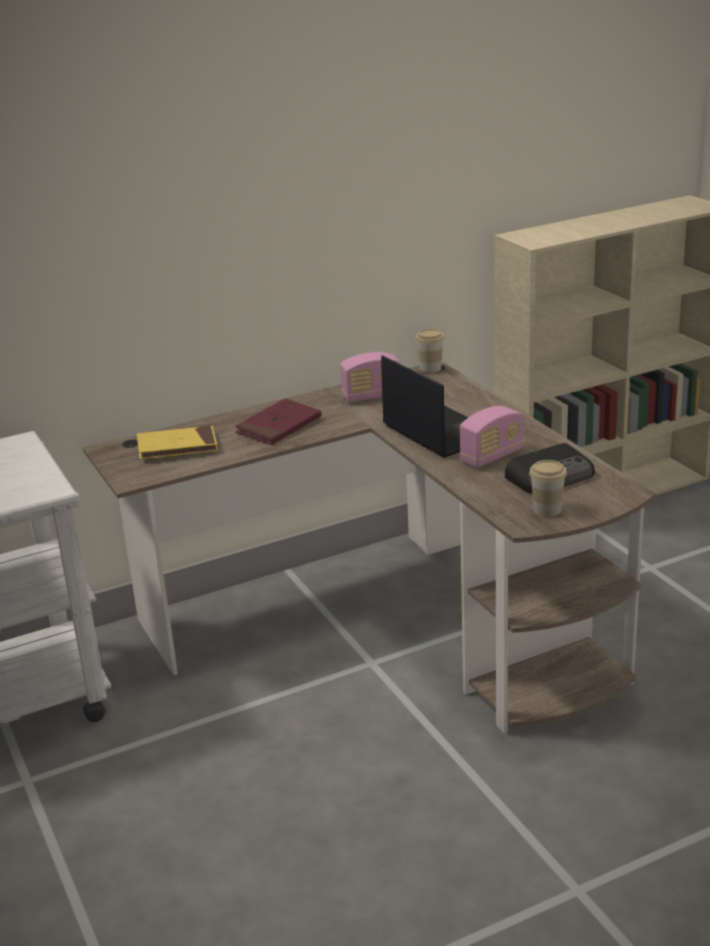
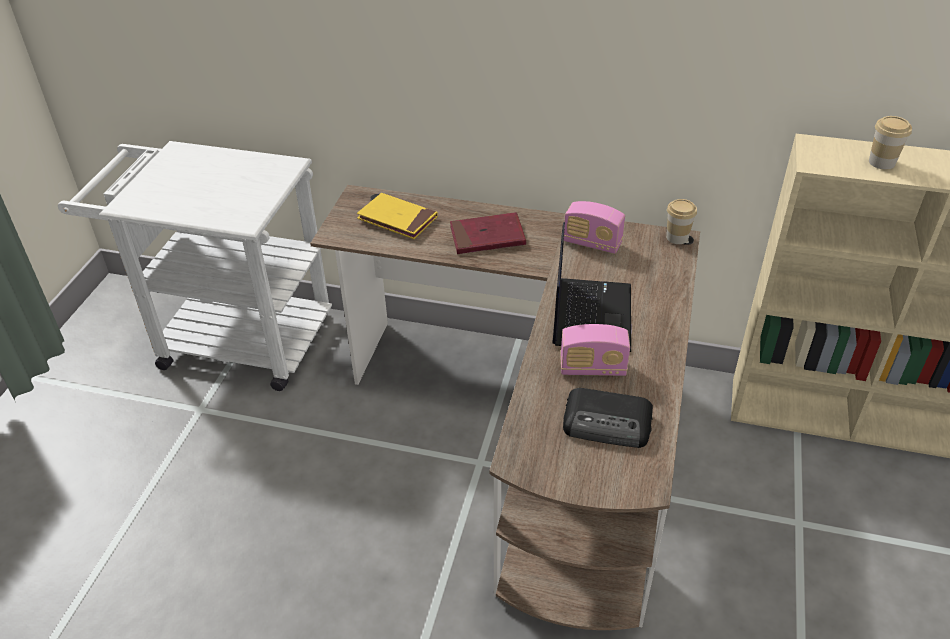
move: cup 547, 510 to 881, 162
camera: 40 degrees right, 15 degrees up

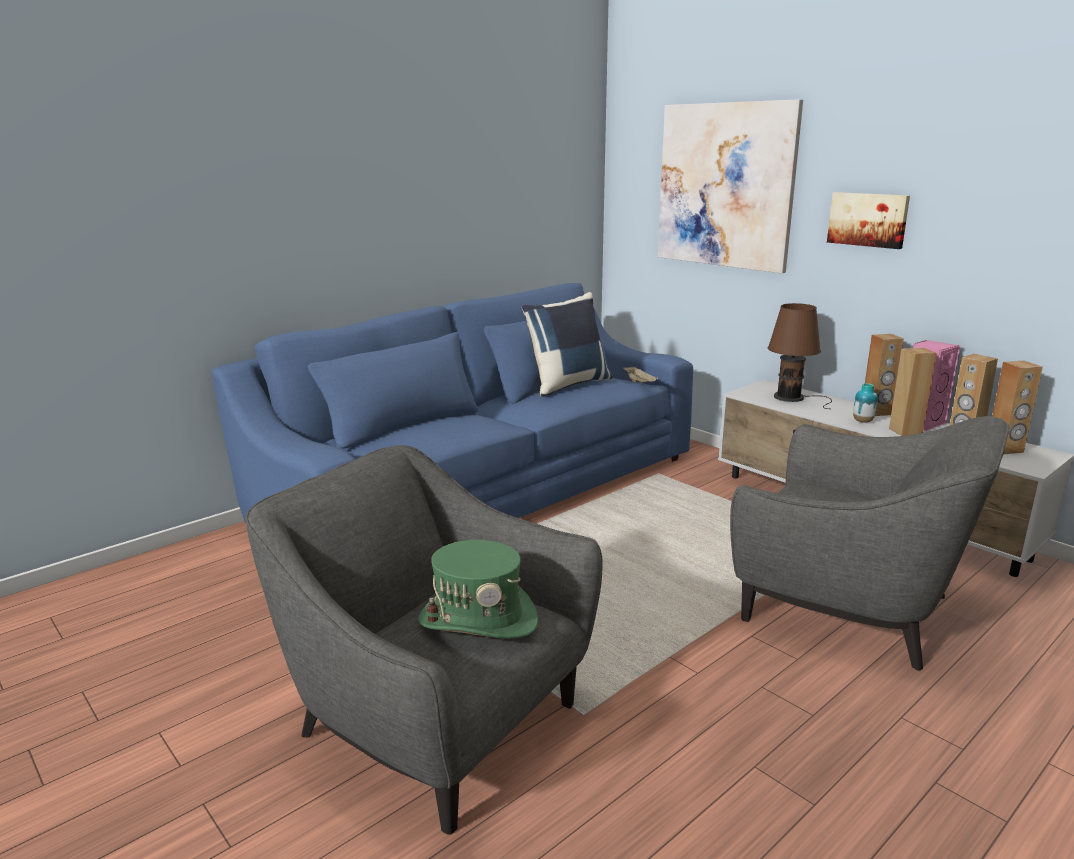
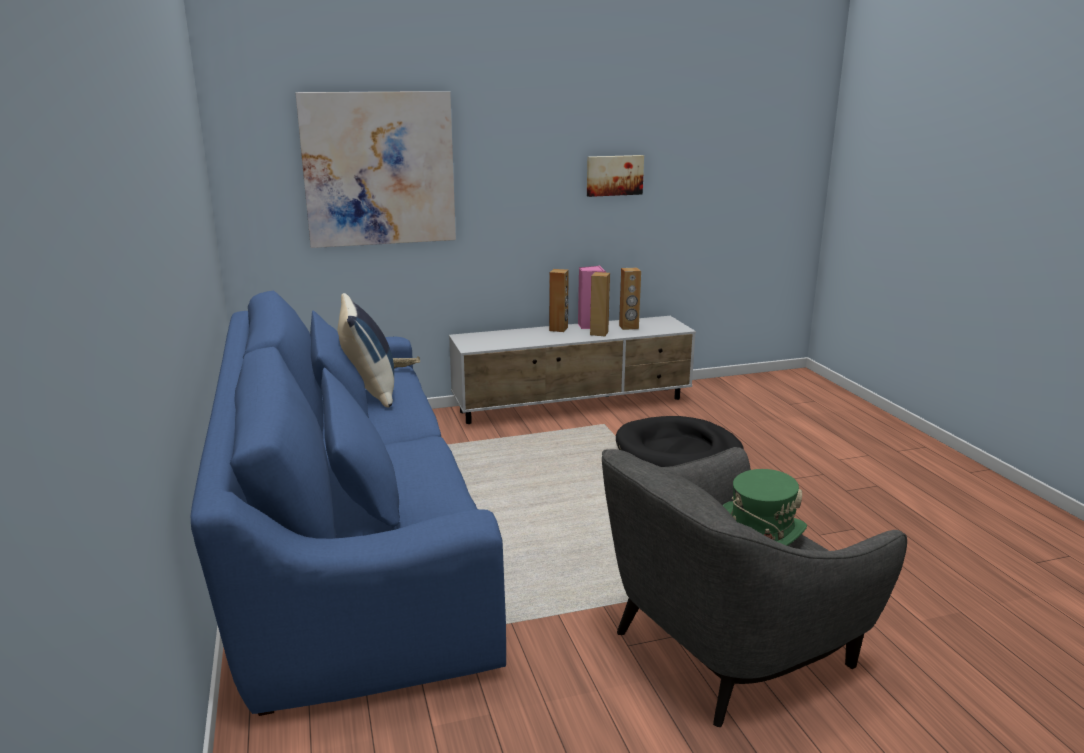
delete: brown_table_lamp 792, 398; vase 862, 421; brown_speaker 1004, 449
move: picture 868, 219 to 614, 175
replace: grey_armchair 848, 607 to black_dog_bed 678, 451
camera: 65 degrees left, 0 degrees up

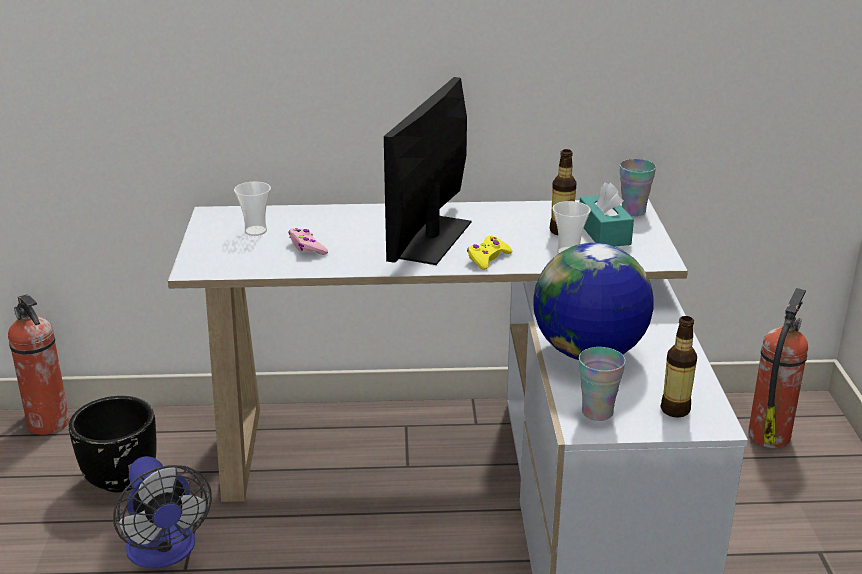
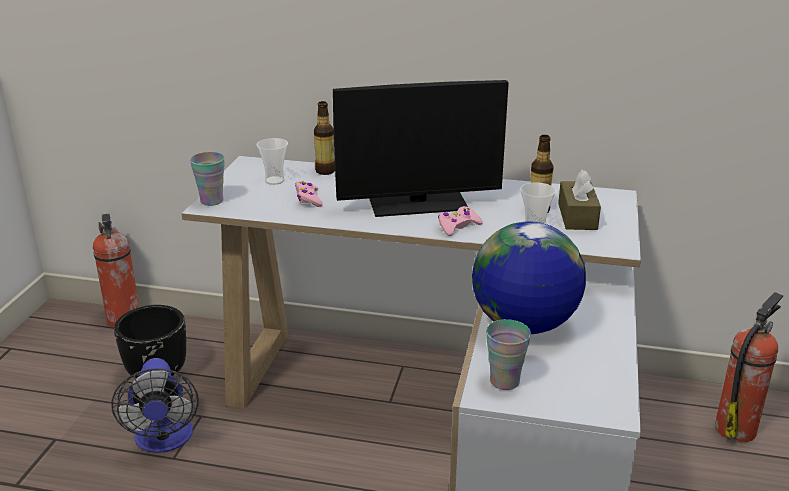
move: cup 633, 211 to 212, 201; bottle 675, 409 to 325, 171
recolor: yellow_game_controller 487, 258 to pink_game_controller 458, 226; turquoise_tissue_box 604, 233 to brown_tissue_box 577, 216
rotate: monitor 432, 239 = 418, 204 135 degrees counterclockwise
camera: 15 degrees right, 0 degrees up

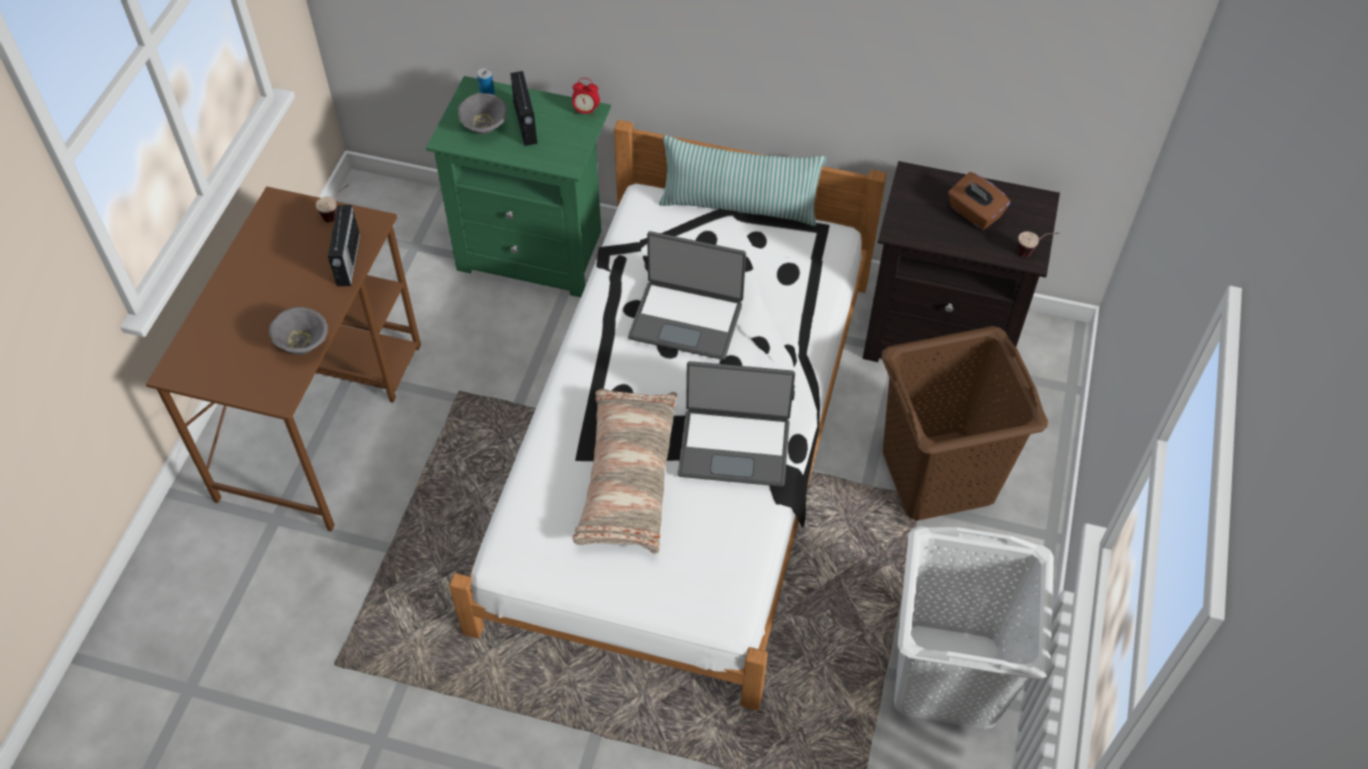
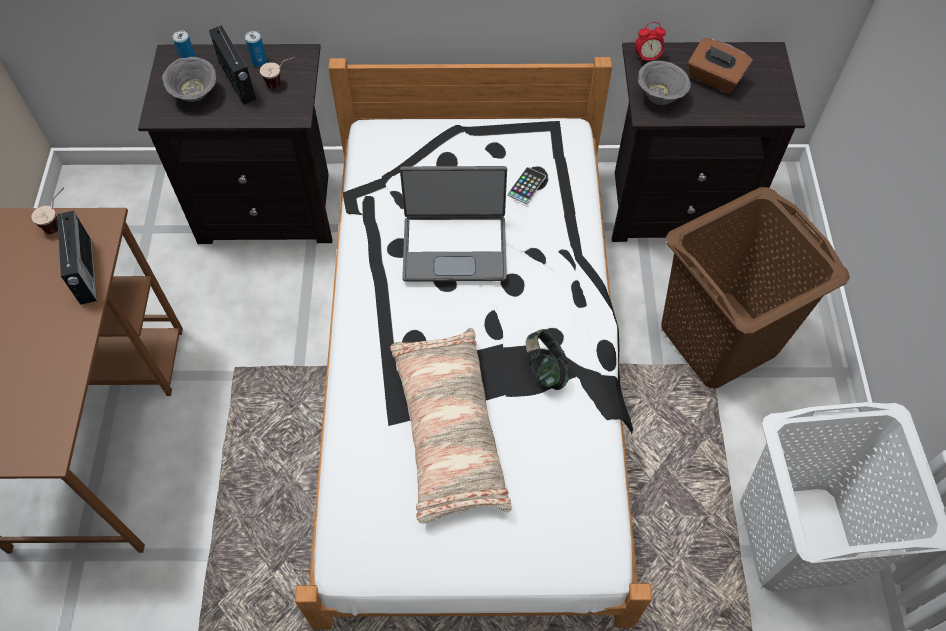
delete: pillow 739, 207
insert: can 259, 61; phone 526, 186
move: grey_bowl 303, 344 to 659, 96; alarm_clock 586, 111 to 647, 58; cup 1033, 253 to 282, 83
replace: laptop 734, 446 to headphones 546, 369
recolor: green_nightstand 536, 251 to black_nightstand 270, 206
camera: 15 degrees left, 5 degrees up

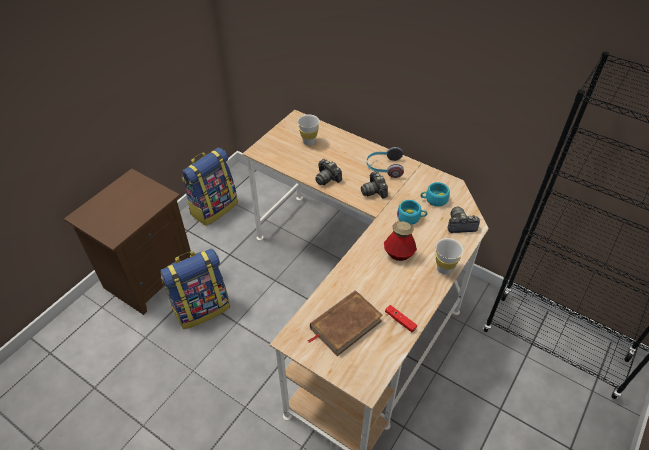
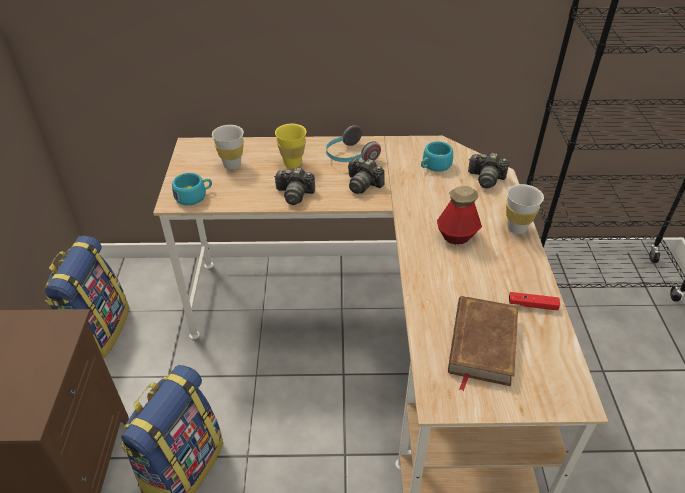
insert: yellow_cup 292, 164
move: turquoise_cup 411, 217 to 194, 196
rotate: photo_camera 460, 225 = 486, 178 120 degrees counterclockwise
camera: 35 degrees left, 5 degrees down

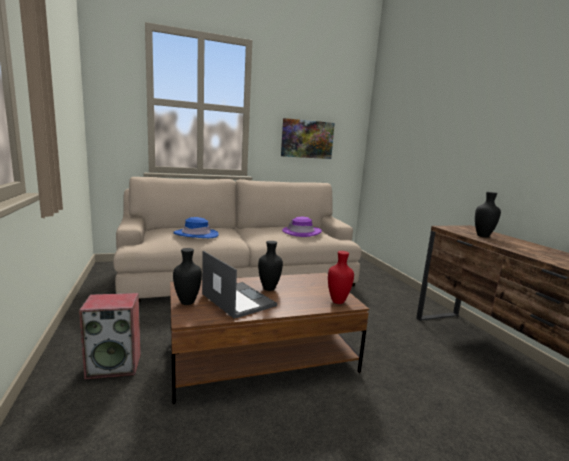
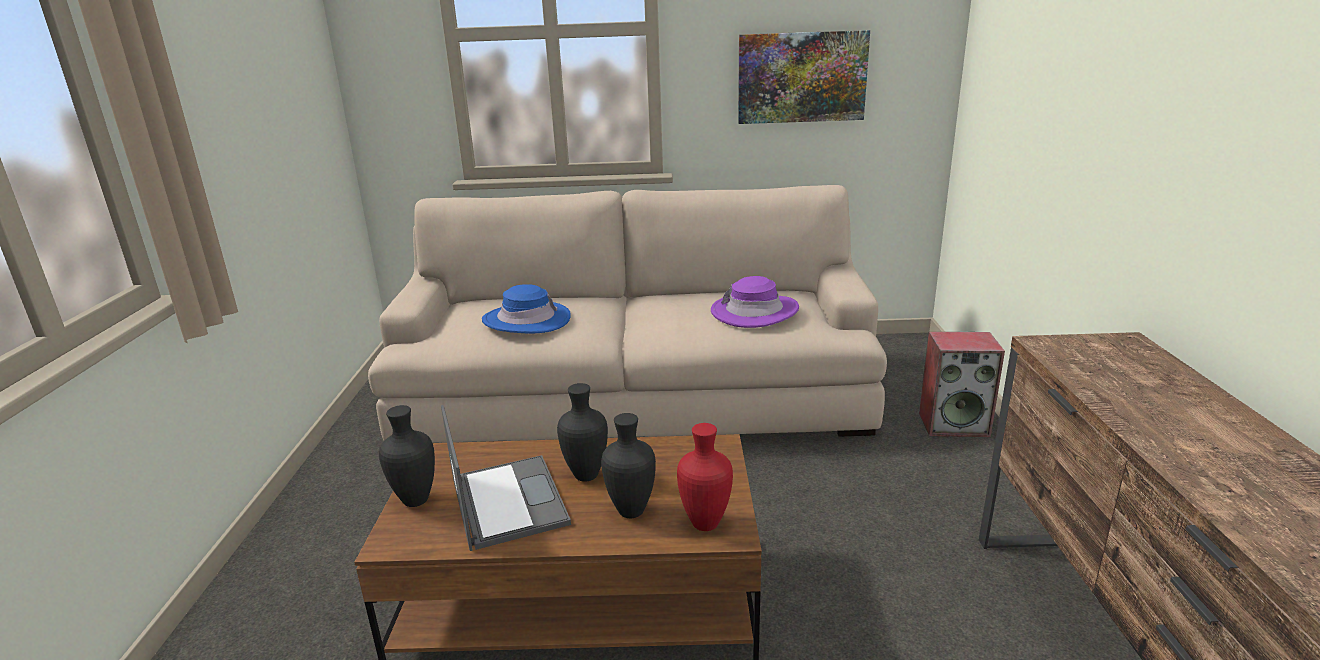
move: speaker 115, 365 to 954, 424; black_vase 482, 236 to 629, 511
camera: 20 degrees right, 10 degrees up

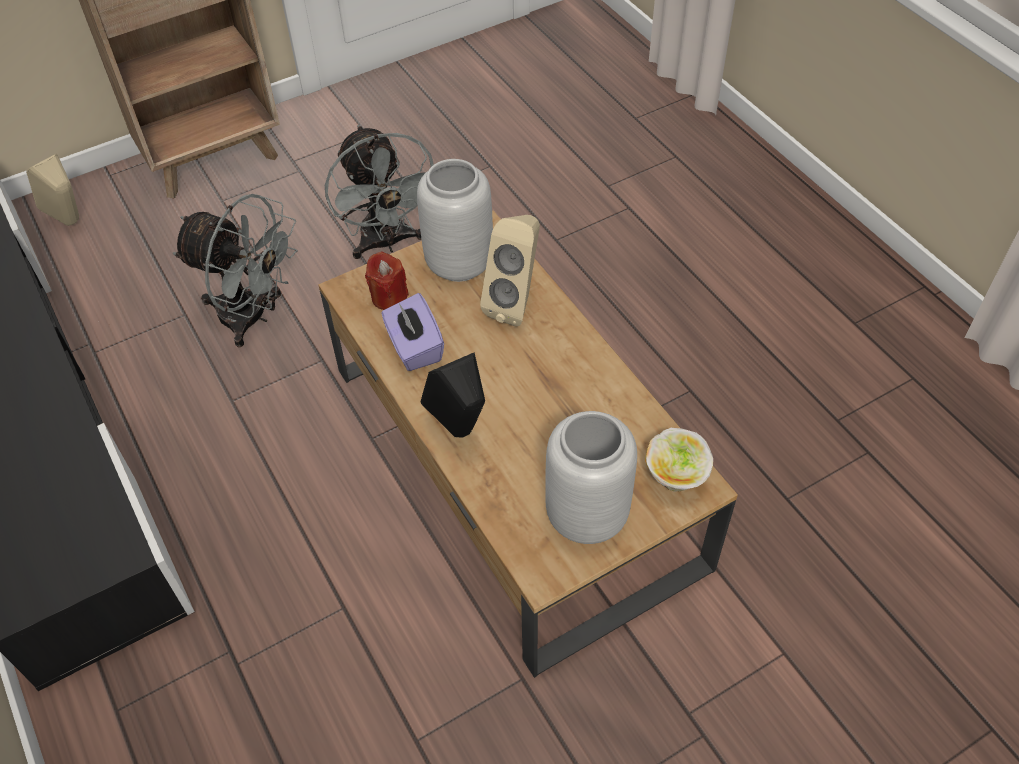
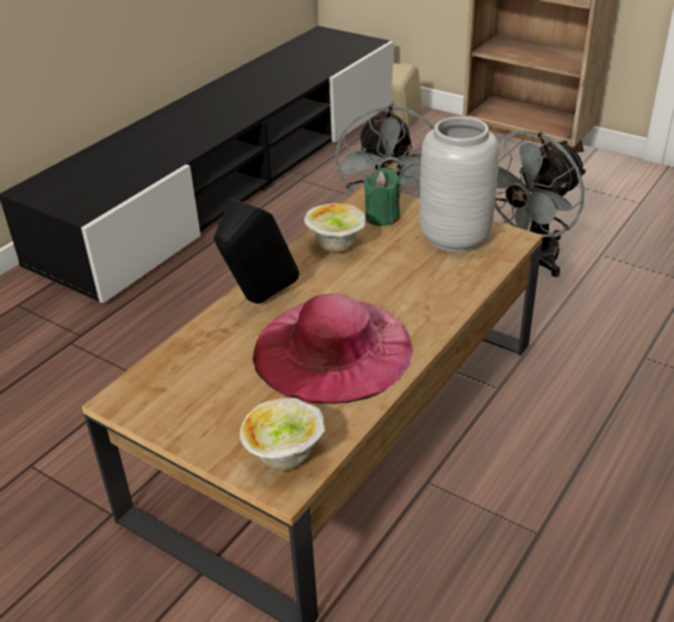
delete: beige_speaker 516, 304; grey_vase 588, 516
insert: pink_hat 333, 349
replace: purple_tissue_box 414, 347 to bowl 336, 247
recolor: red_candle 389, 297 to green_candle 382, 217
camera: 65 degrees right, 15 degrees down

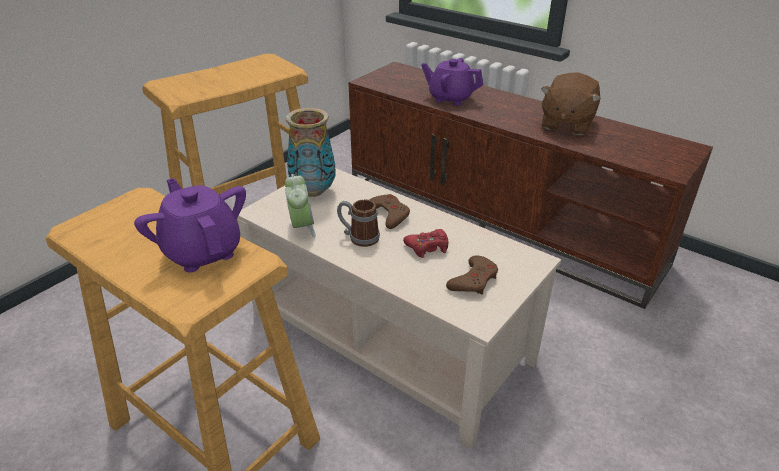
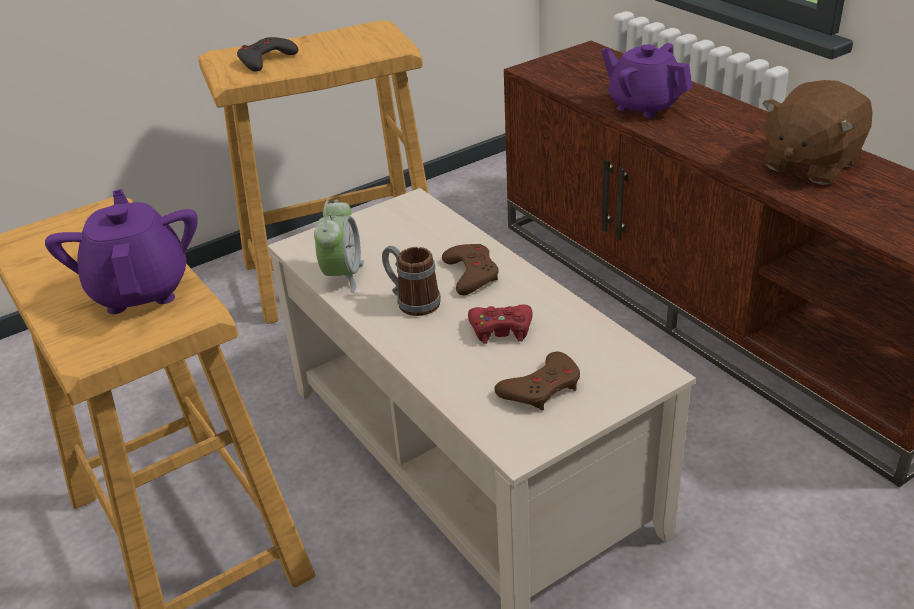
delete: vase 313, 192
insert: grey_game_controller 266, 59
camera: 20 degrees right, 0 degrees up

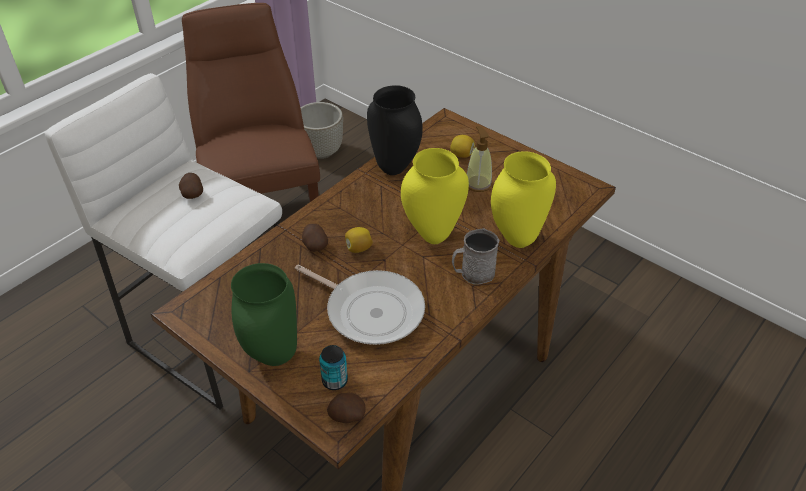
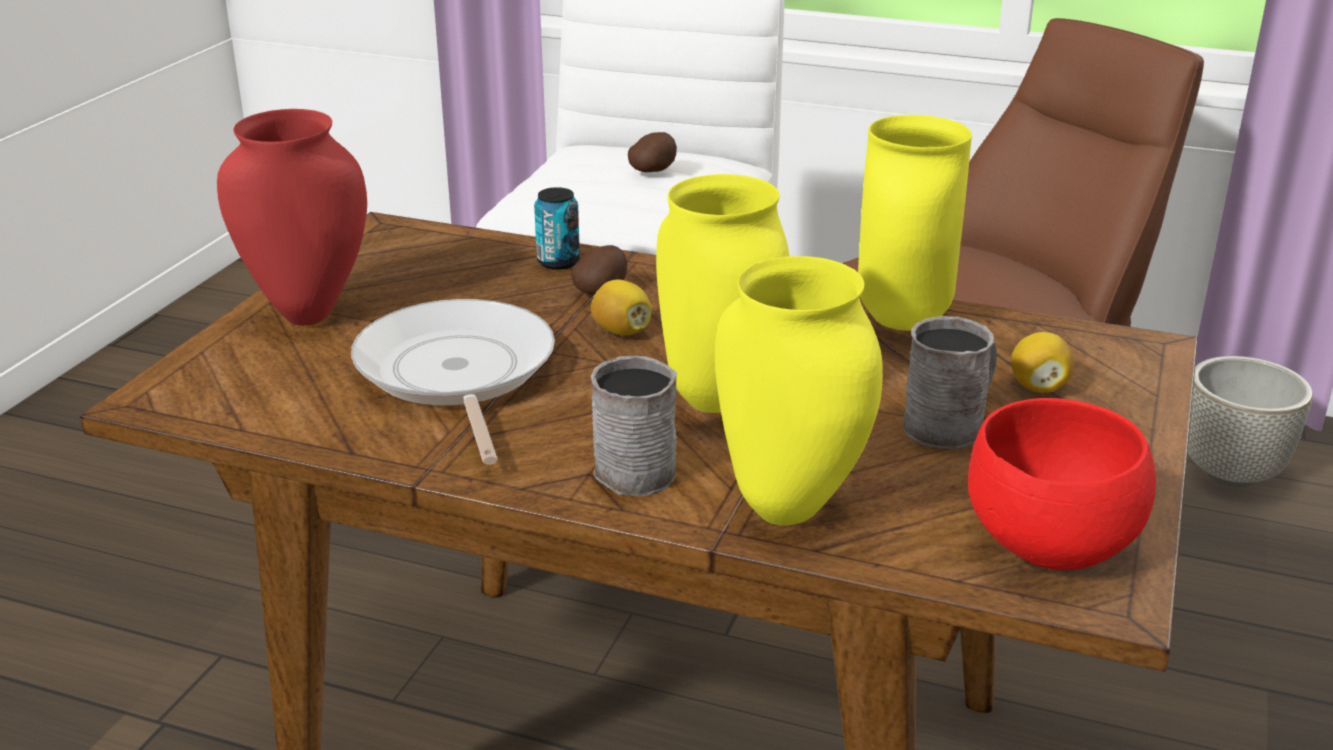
delete: potato 347, 416
insert: red_bowl 1051, 549
move: can 335, 381 to 558, 262
replace: soap_dispenser 478, 183 to grey_mug 950, 424
recolor: green_vase 272, 355 to red_vase 310, 312; black_vase 395, 168 to yellow_vase 905, 321
rotate: frying_pan 370, 310 = 456, 374 150 degrees clockwise
camera: 70 degrees right, 15 degrees down

